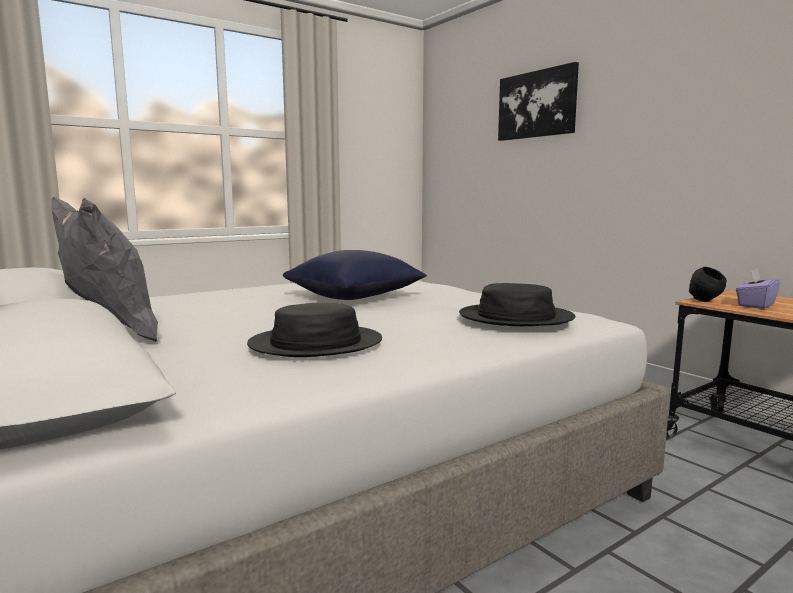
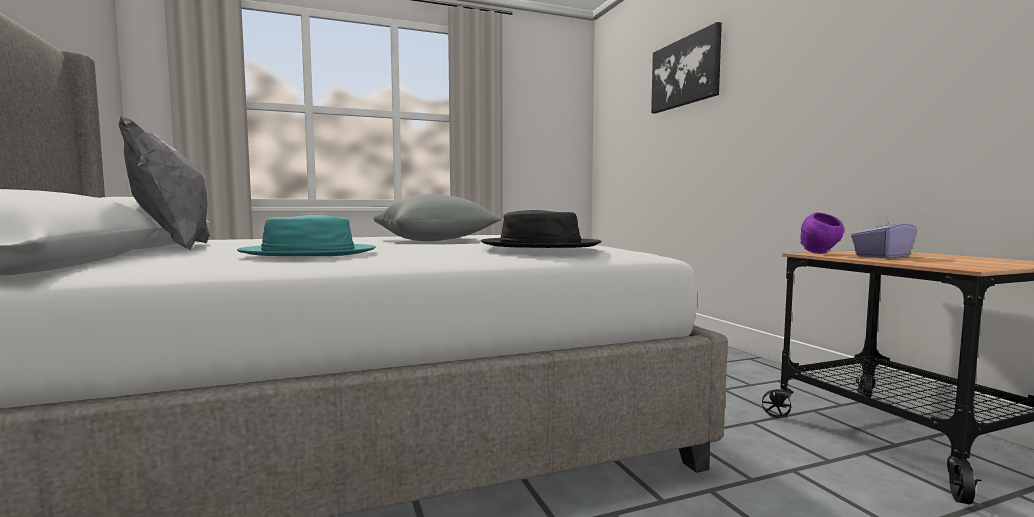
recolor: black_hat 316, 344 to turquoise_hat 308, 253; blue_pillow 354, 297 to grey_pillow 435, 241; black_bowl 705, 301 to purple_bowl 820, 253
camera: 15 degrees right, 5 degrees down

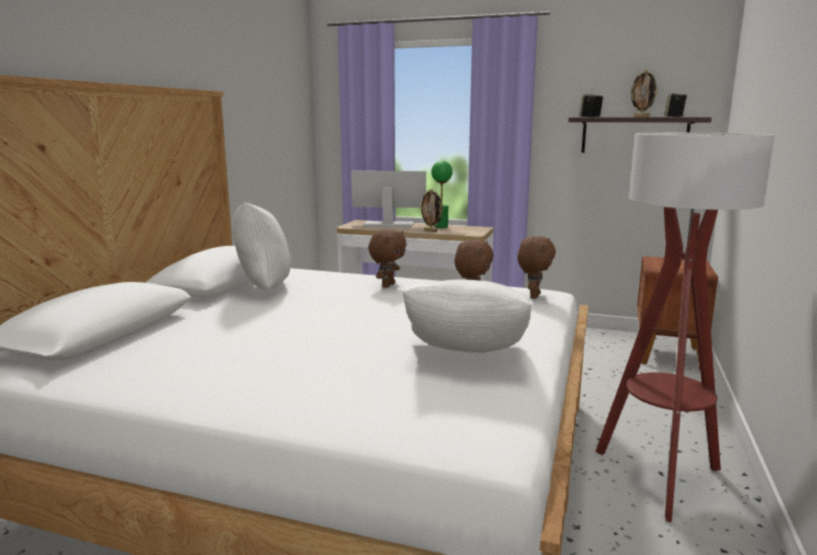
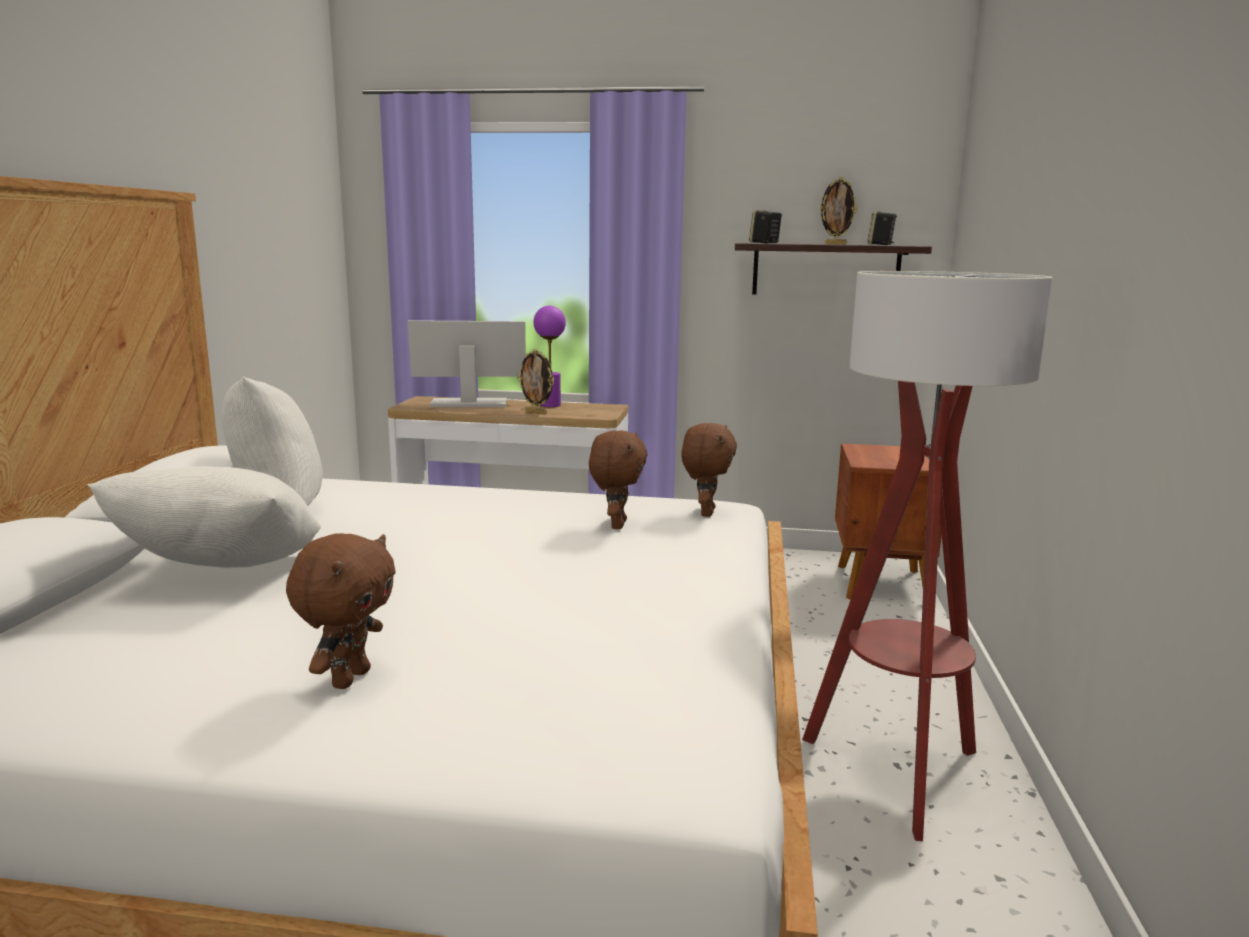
move: brown_plush_toy 387, 285 to 349, 678; white_pillow 465, 357 to 223, 575
recolor: green_table_lamp 440, 226 to purple_table_lamp 549, 405
camera: 10 degrees left, 0 degrees up

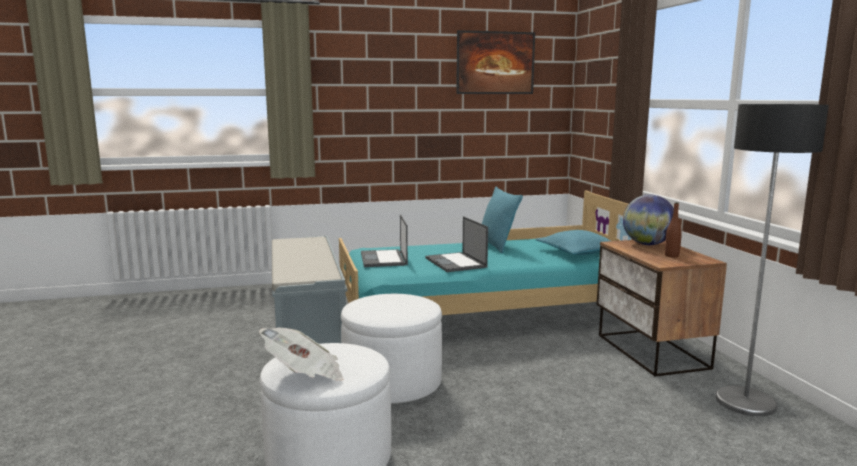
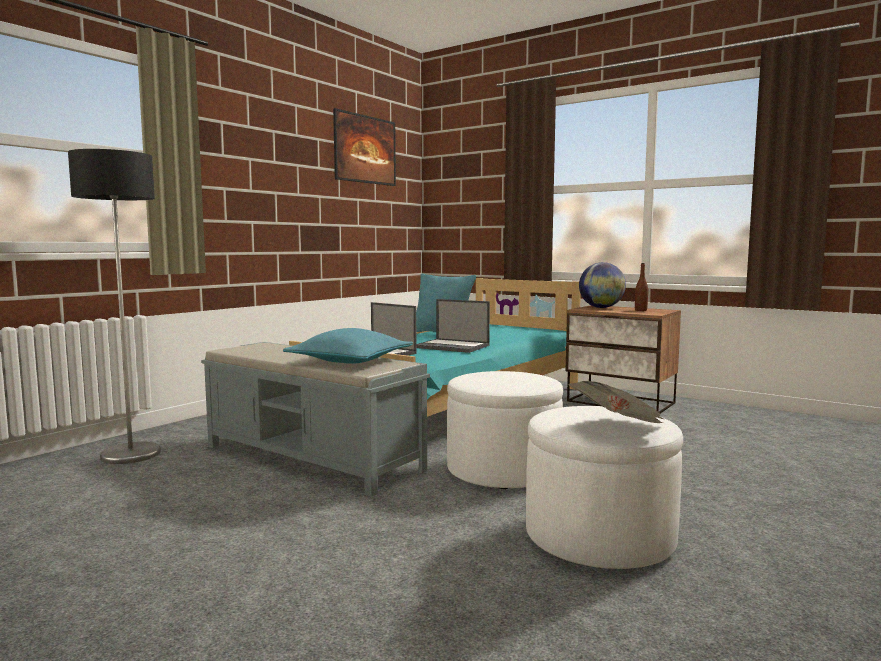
move: turquoise_pillow 578, 252 to 350, 361; floor_lamp 745, 402 to 131, 454
camera: 40 degrees left, 5 degrees down

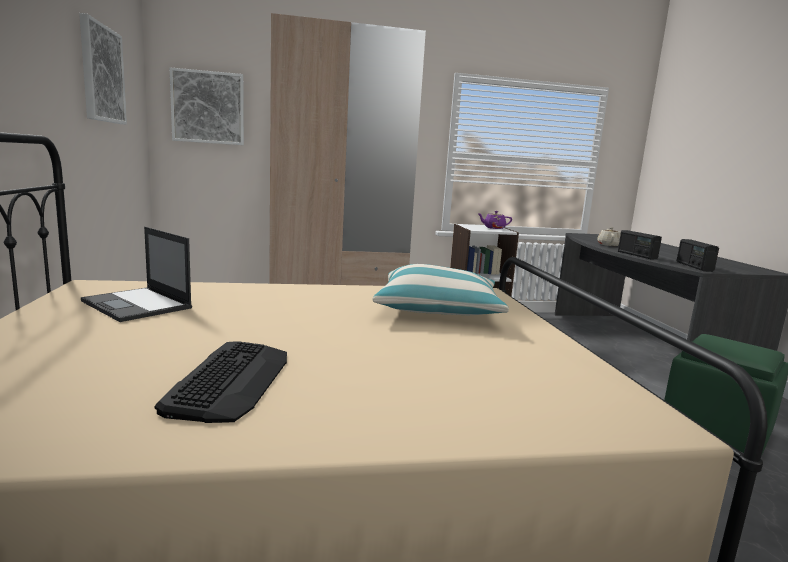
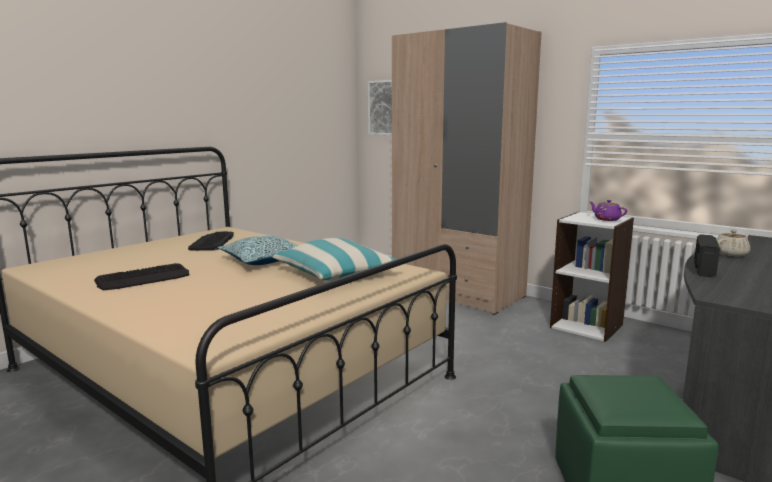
delete: picture 101, 74; radio 693, 266
insert: pillow 264, 260
replace: laptop 138, 305 to keyboard 211, 242
camera: 50 degrees right, 0 degrees up

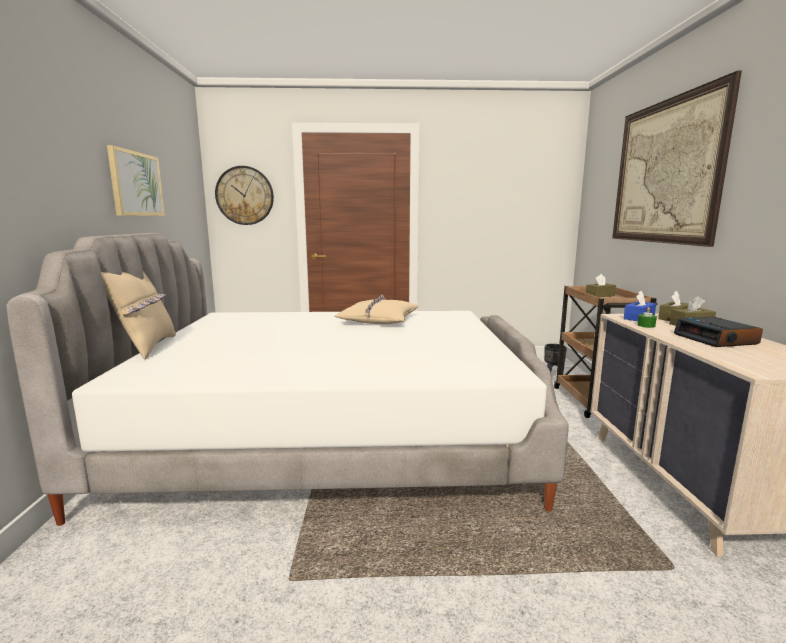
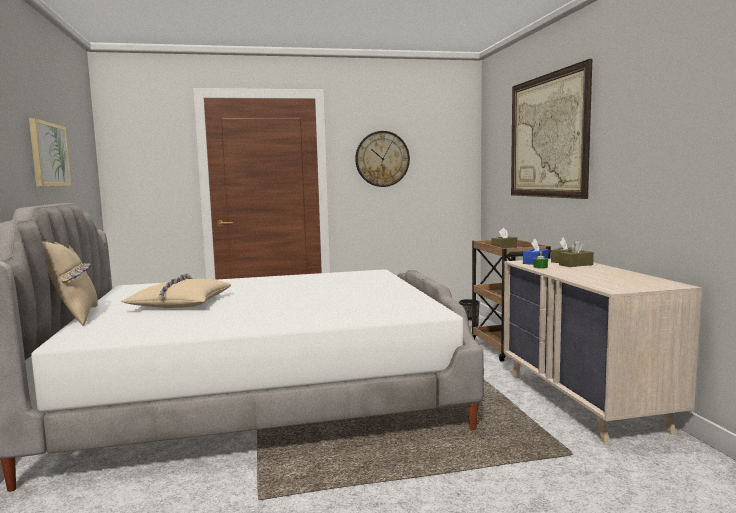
delete: alarm_clock 716, 339
move: wall_clock 244, 195 to 382, 159; beige_pillow 378, 320 to 180, 303
camera: 10 degrees left, 5 degrees down

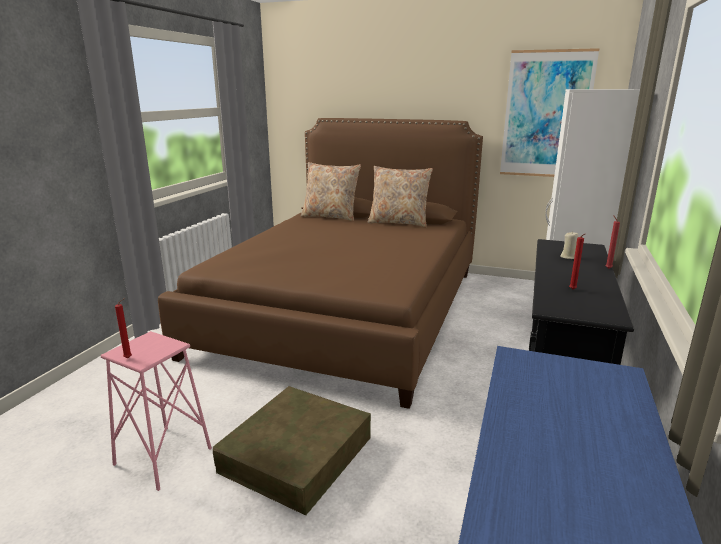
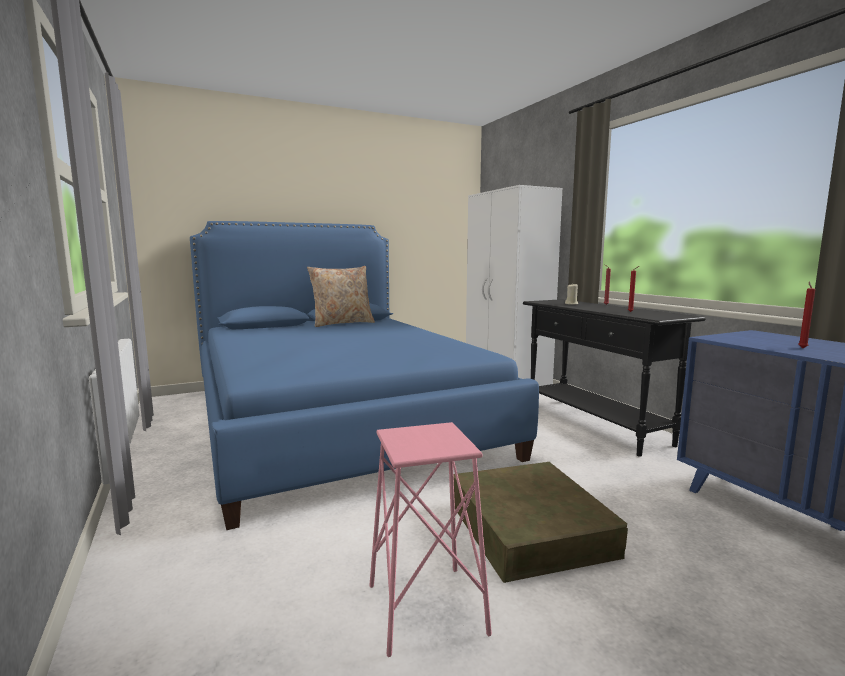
delete: beige_pillow 330, 216; picture 546, 115
move: red_candle 129, 358 to 802, 348
recolor: brown_bed 346, 309 to blue_bed 336, 420
camera: 45 degrees left, 10 degrees down

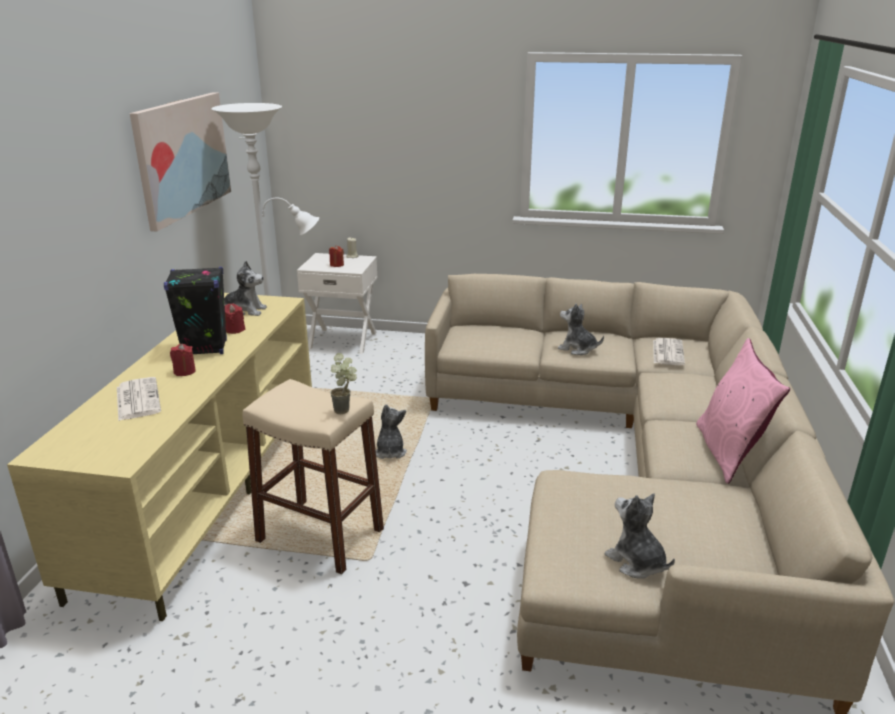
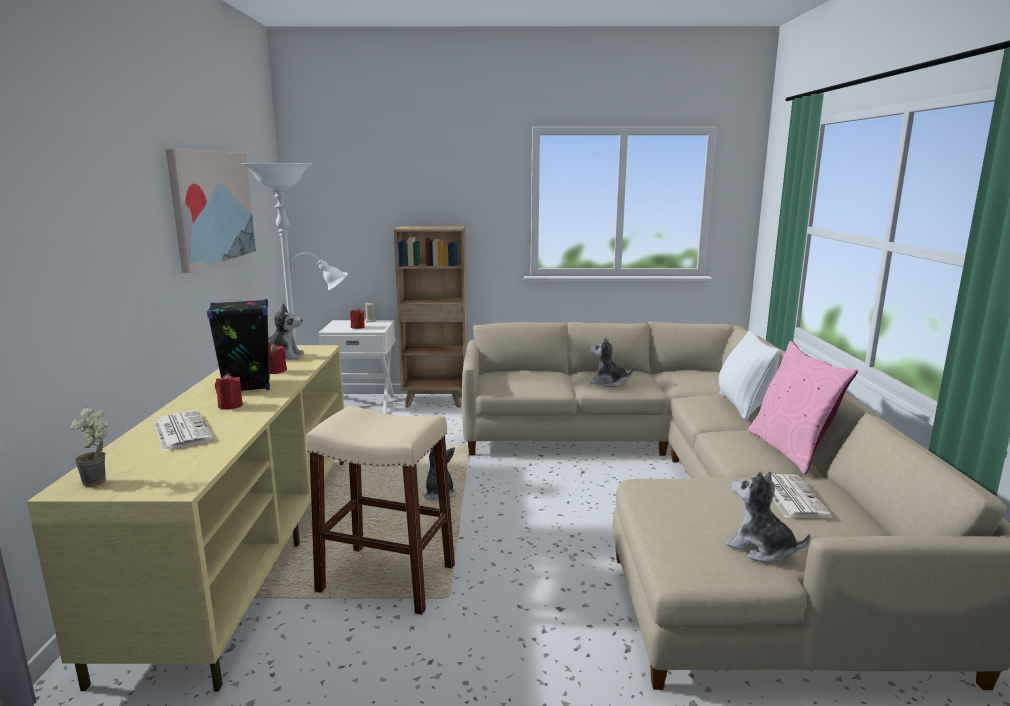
insert: brown_bookcase 436, 401; white_pillow 742, 406
move: potted_plant 346, 411 to 101, 482; newspaper 667, 352 to 791, 497
camera: 10 degrees left, 10 degrees down

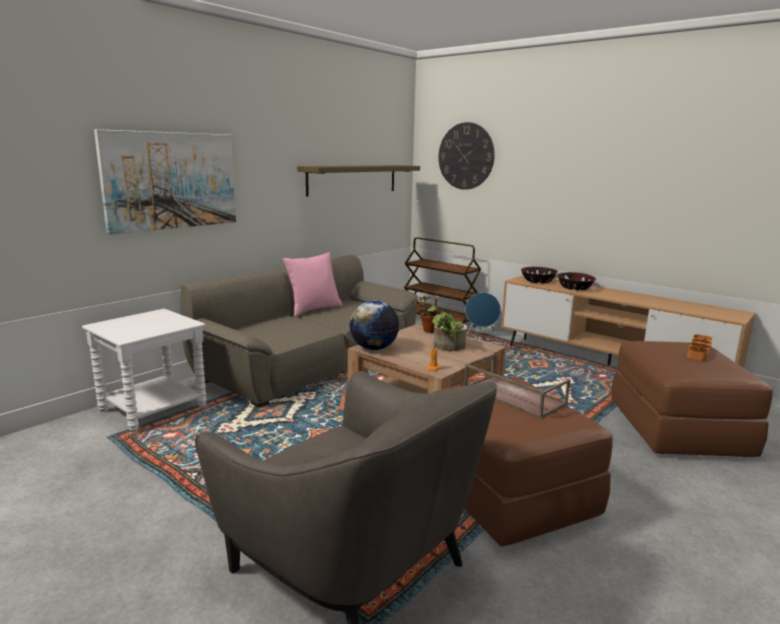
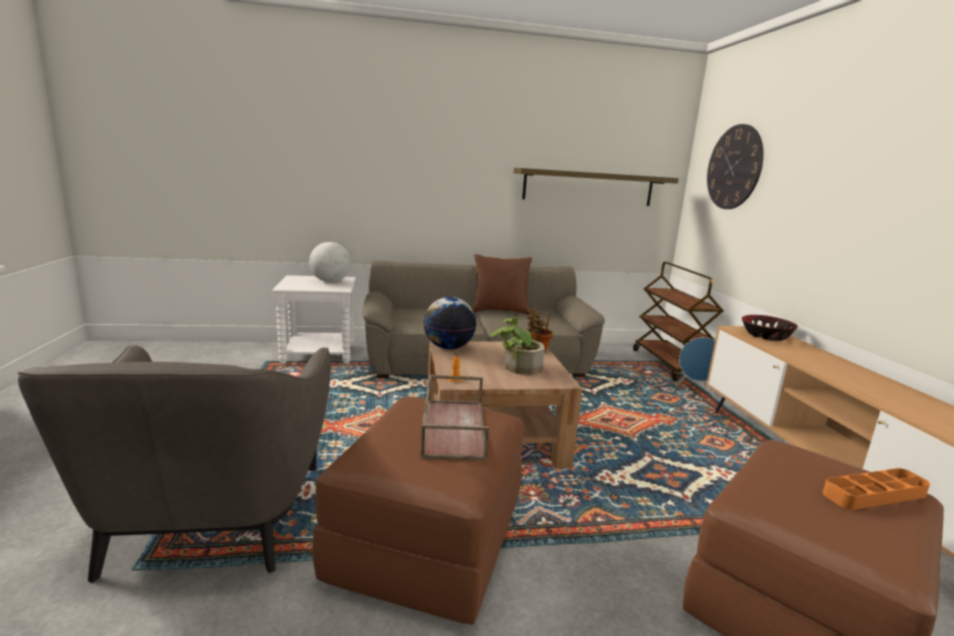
delete: picture 171, 180; bowl 575, 288
insert: globe 330, 281
recolor: pink_pillow 314, 309 to brown_pillow 500, 311
camera: 40 degrees right, 0 degrees up

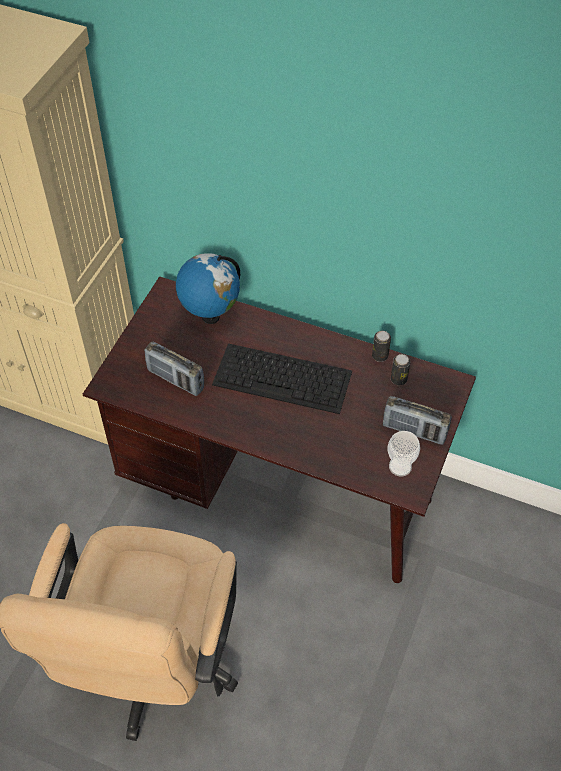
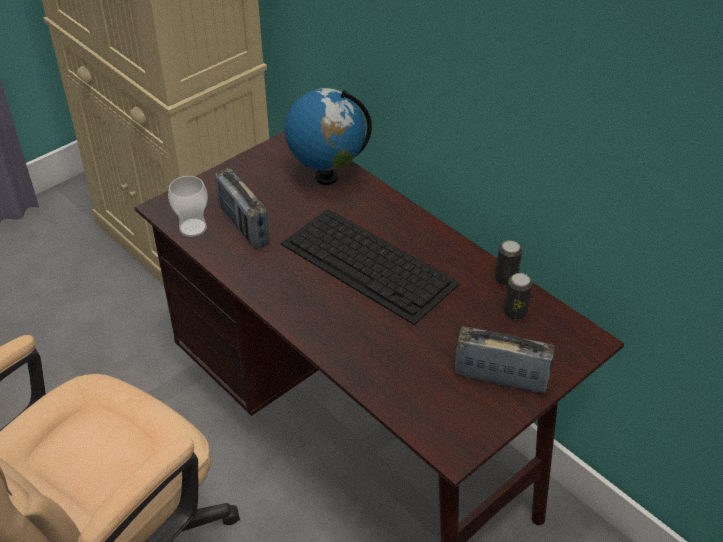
move: cup 400, 466 to 193, 228
rotate: radio 414, 431 = 501, 378 150 degrees clockwise
camera: 25 degrees right, 10 degrees down

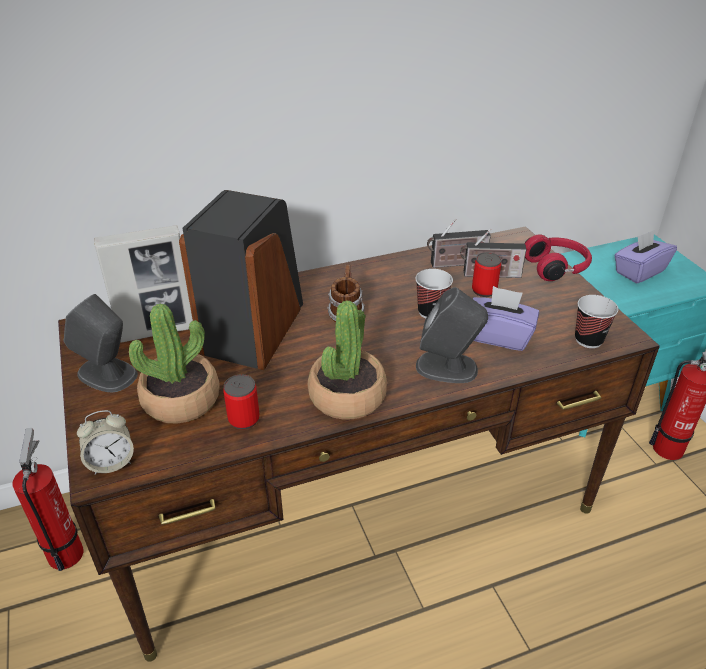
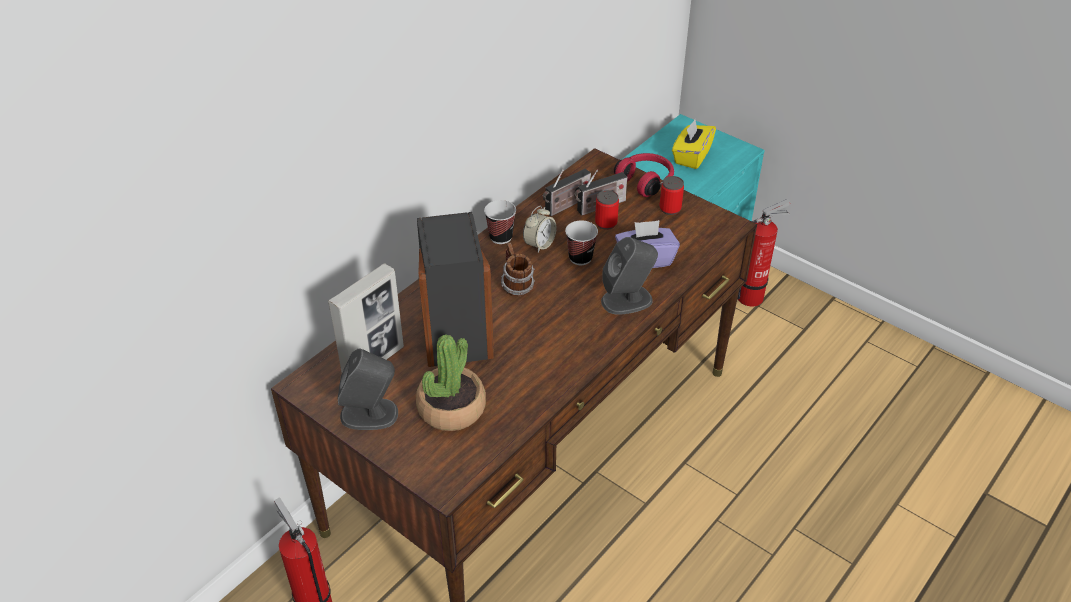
delete: potted_plant 347, 396
move: alarm_clock 111, 462 to 539, 244; can 244, 419 to 670, 208; cup 588, 340 to 501, 237
recolor: purple_tissue_box 639, 271 to yellow_tissue_box 691, 156
camera: 30 degrees left, 5 degrees up

